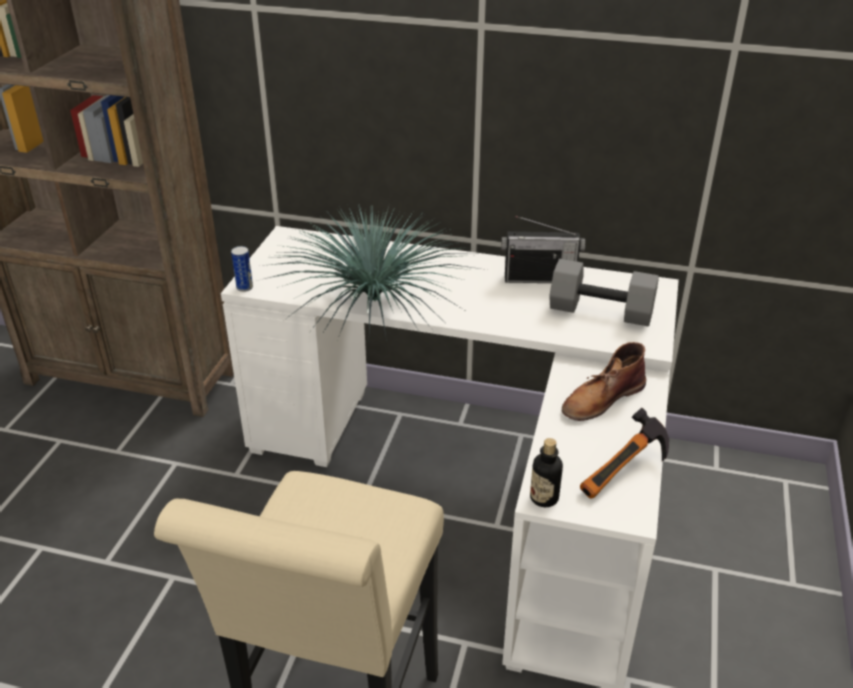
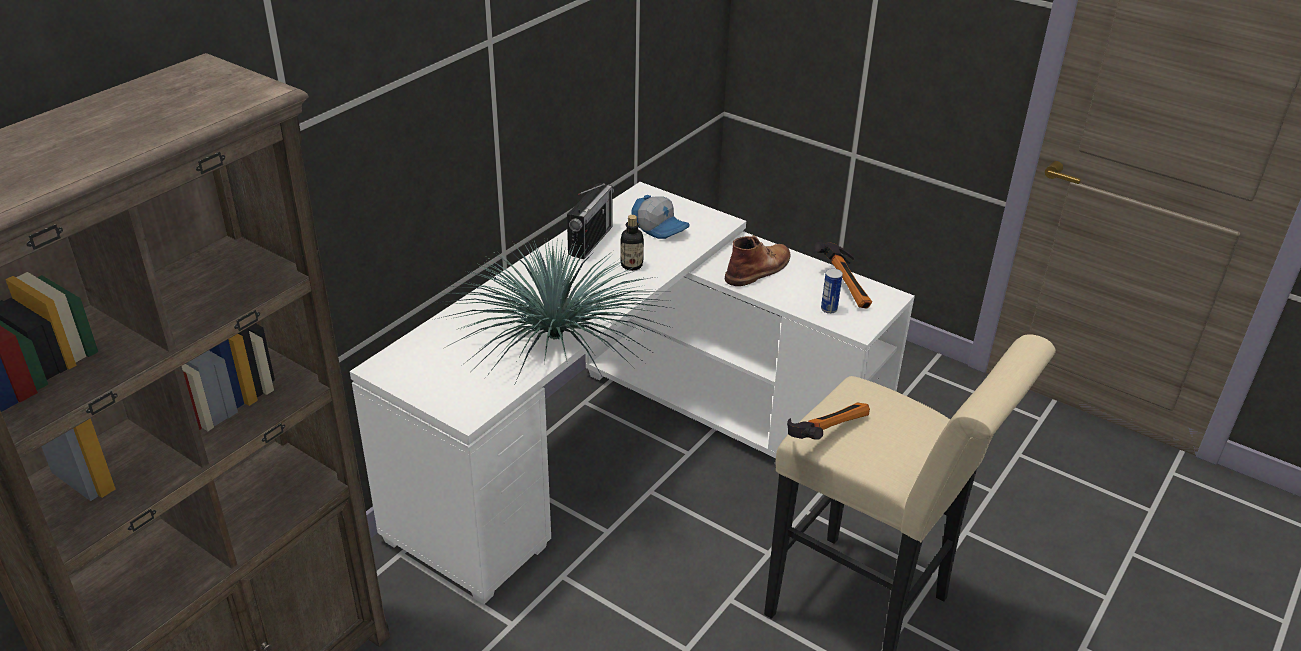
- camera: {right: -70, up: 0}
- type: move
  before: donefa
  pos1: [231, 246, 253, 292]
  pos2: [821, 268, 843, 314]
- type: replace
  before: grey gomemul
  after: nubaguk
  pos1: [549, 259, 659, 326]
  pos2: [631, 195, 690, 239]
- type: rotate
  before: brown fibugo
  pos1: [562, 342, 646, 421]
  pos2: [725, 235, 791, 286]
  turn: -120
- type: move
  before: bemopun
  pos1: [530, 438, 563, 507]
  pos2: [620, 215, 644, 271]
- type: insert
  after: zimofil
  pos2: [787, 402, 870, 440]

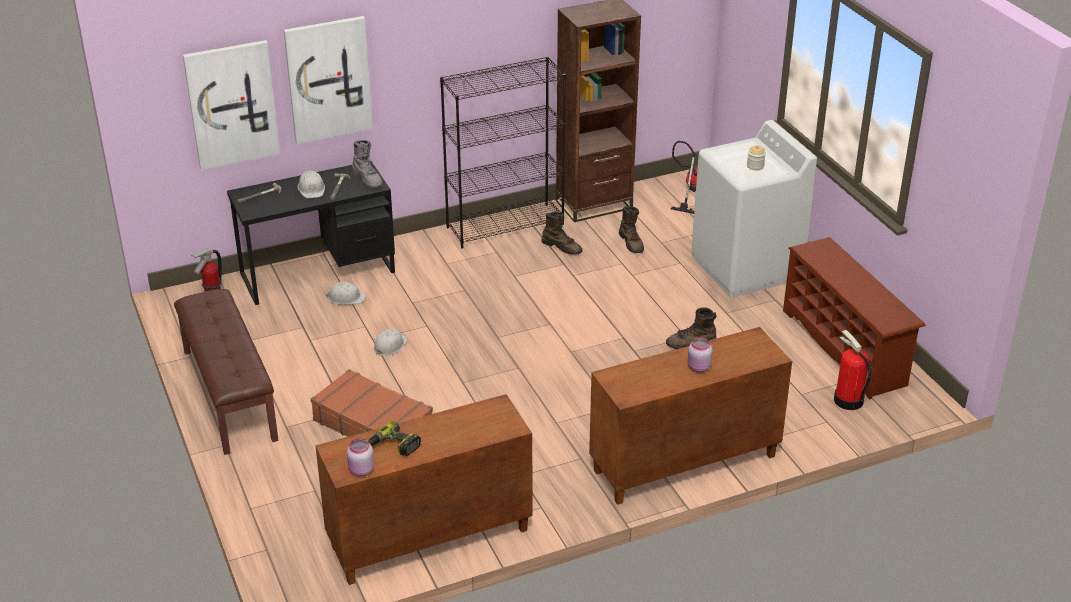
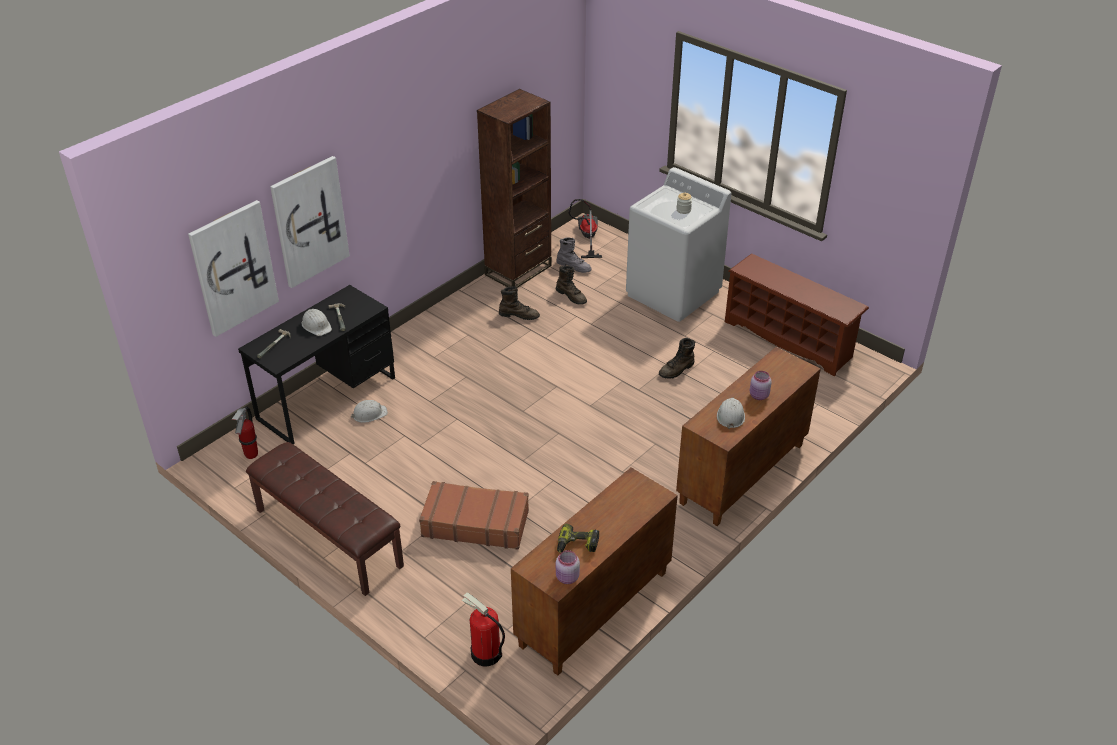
- camera: {right: -25, up: 5}
- type: delete
  before: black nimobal
  pos1: [440, 56, 566, 248]
- type: move
  before: grey fibugo
  pos1: [352, 140, 382, 188]
  pos2: [556, 237, 591, 273]
- type: move
  before: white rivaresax
  pos1: [373, 329, 408, 356]
  pos2: [717, 397, 745, 429]
- type: move
  before: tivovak
  pos1: [834, 330, 871, 410]
  pos2: [462, 592, 505, 666]

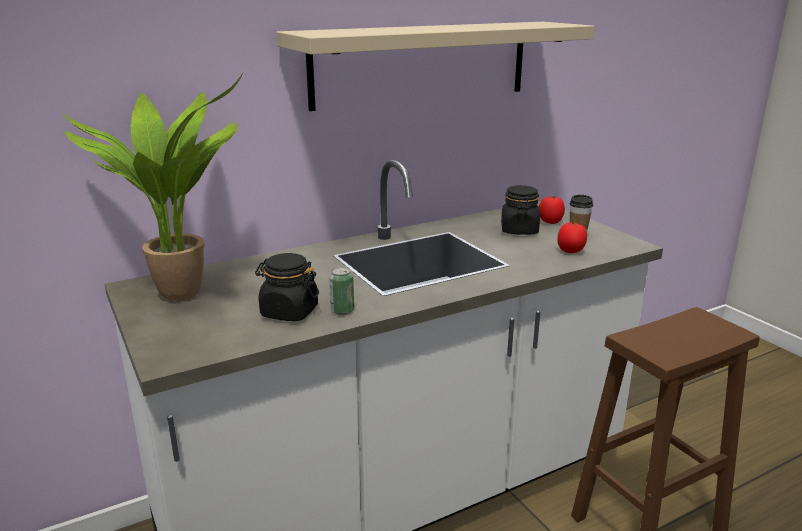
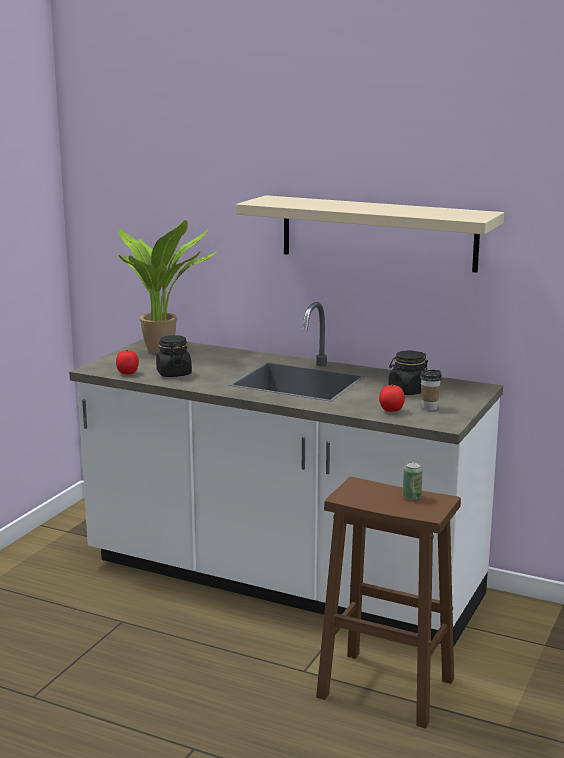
- camera: {right: 55, up: -5}
- type: move
  before: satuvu
  pos1: [539, 196, 565, 224]
  pos2: [116, 350, 139, 375]
- type: move
  before: donefa
  pos1: [329, 267, 354, 315]
  pos2: [403, 462, 422, 500]

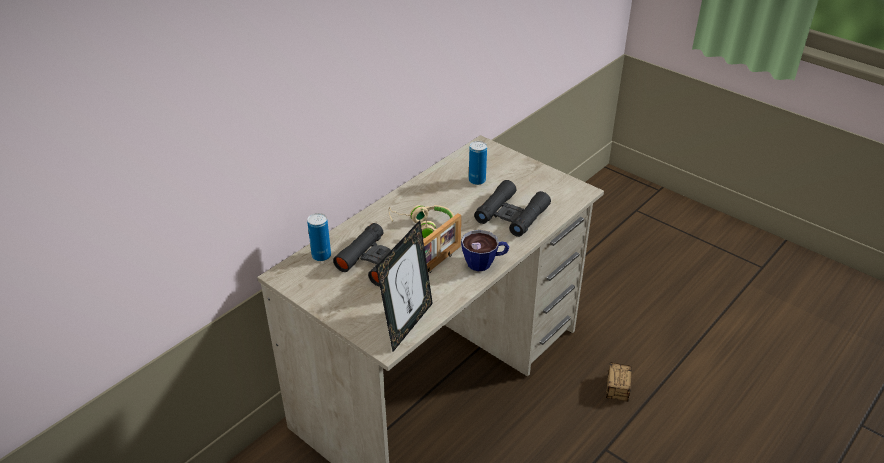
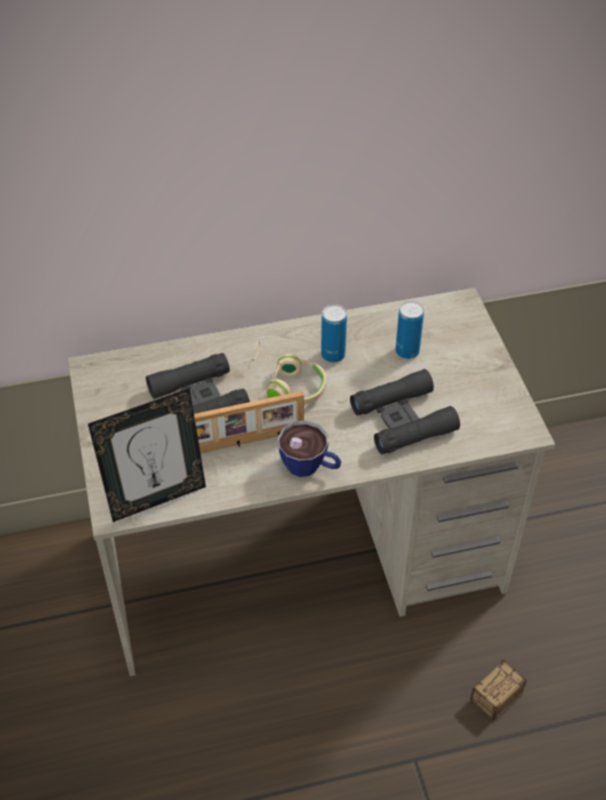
- camera: {right: 35, up: 10}
- type: move
  before: donefa
  pos1: [307, 213, 331, 261]
  pos2: [321, 304, 347, 363]

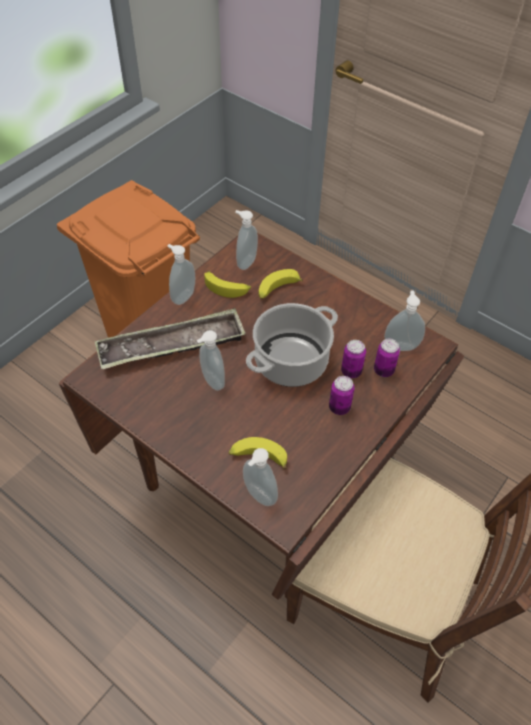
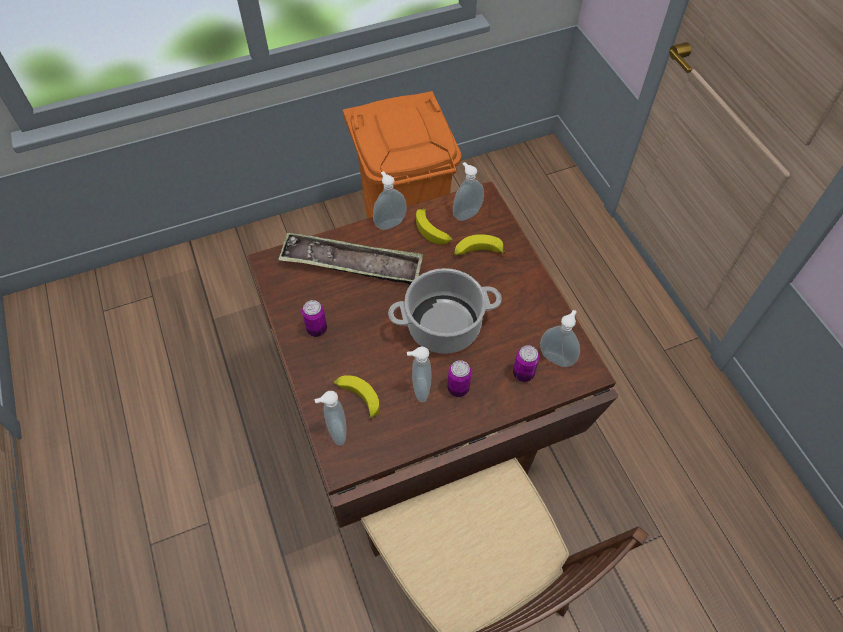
- camera: {right: 30, up: 5}
- type: move
  before: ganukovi
  pos1: [196, 330, 225, 391]
  pos2: [407, 346, 431, 402]
- type: move
  before: donefa
  pos1: [341, 340, 366, 378]
  pos2: [302, 300, 327, 337]

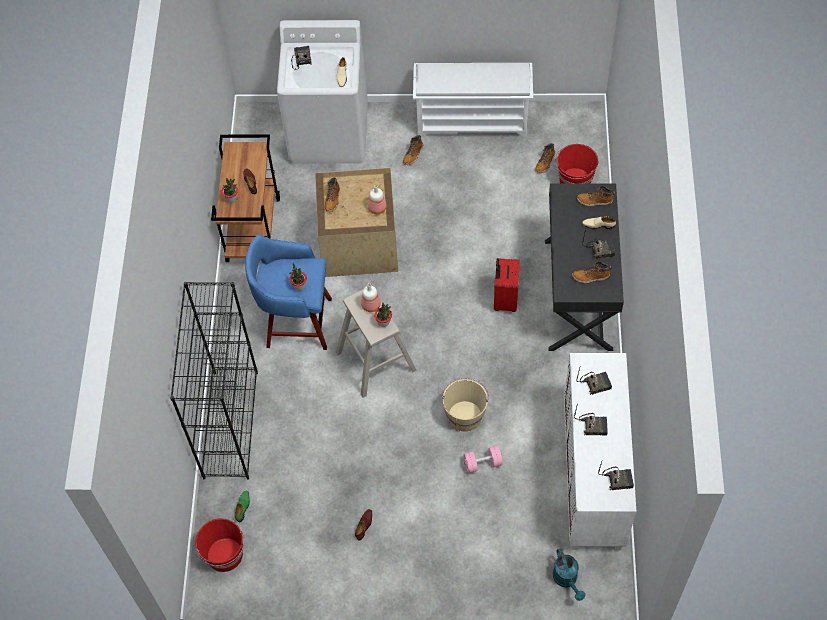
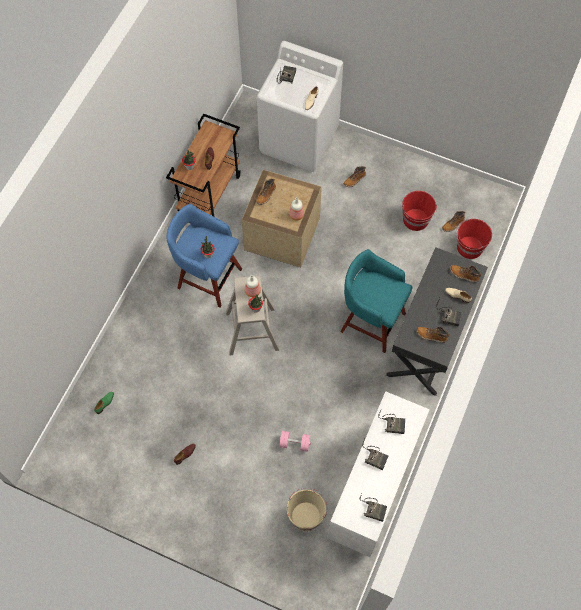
- camera: {right: 20, up: 5}
- type: delete
  before: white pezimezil
  pos1: [413, 63, 533, 137]
- type: replace
  before: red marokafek
  after: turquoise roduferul
  pos1: [494, 258, 520, 312]
  pos2: [340, 249, 413, 353]
- type: delete
  before: black nimobal
  pos1: [170, 282, 258, 480]
- type: move
  before: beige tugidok
  pos1: [442, 378, 489, 432]
  pos2: [287, 488, 327, 531]
- type: move
  before: red tugidok
  pos1: [195, 518, 244, 572]
  pos2: [402, 191, 437, 231]
- type: delete
  before: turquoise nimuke
  pos1: [553, 548, 585, 601]

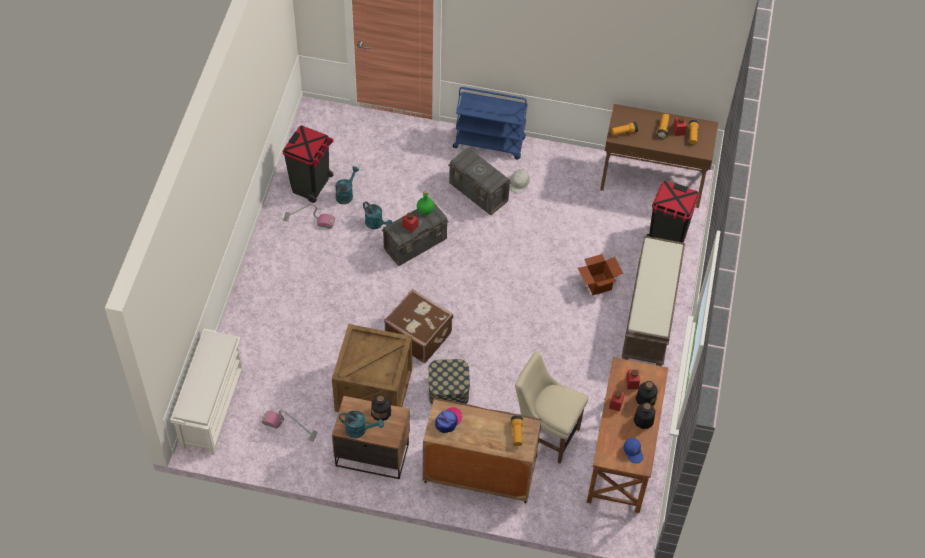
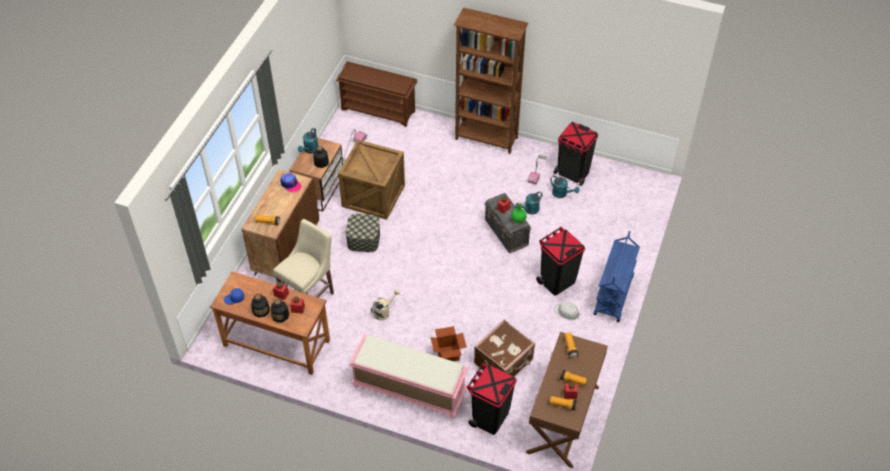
- camera: {right: 100, up: -5}
- type: replace
  before: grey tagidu
  after: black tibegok
  pos1: [448, 148, 511, 215]
  pos2: [536, 227, 585, 295]
- type: recolor
  before: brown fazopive
  after: pink fazopive
  pos1: [622, 236, 685, 366]
  pos2: [349, 335, 468, 419]
- type: move
  before: brown marokafek
  pos1: [384, 289, 453, 363]
  pos2: [474, 320, 535, 376]
- type: recolor
  before: white pezimezil
  after: brown pezimezil
  pos1: [170, 329, 243, 455]
  pos2: [336, 61, 417, 127]
- type: insert
  after: brown nimobal
  pos2: [454, 8, 528, 154]
- type: insert
  after: beige nimuke
  pos2: [371, 289, 400, 320]

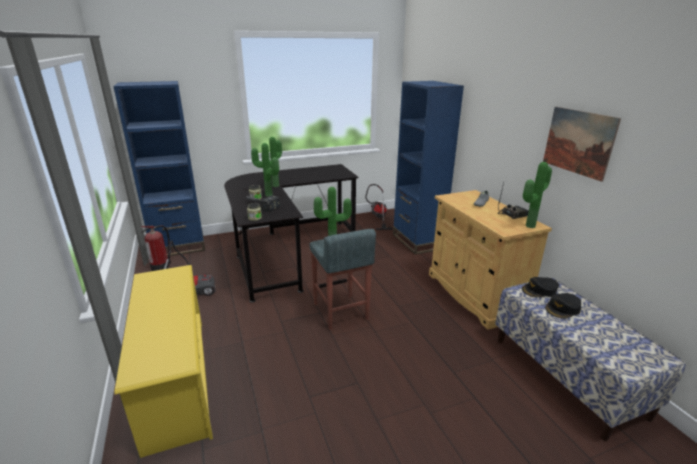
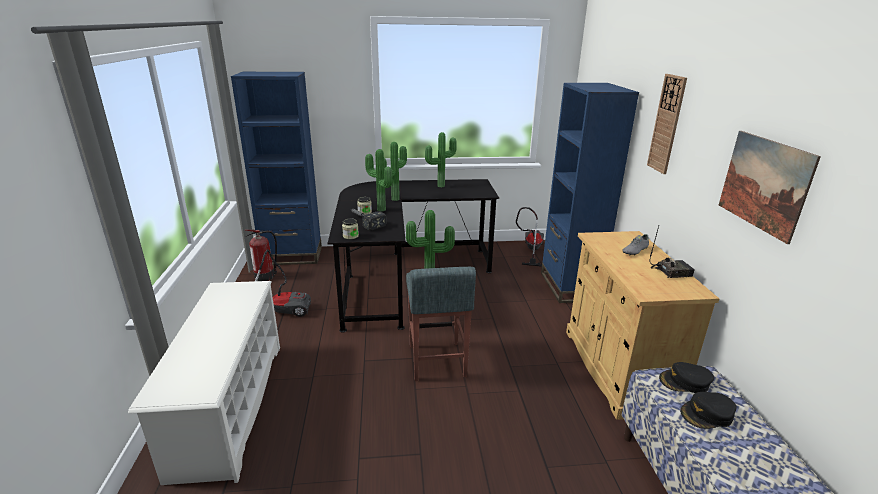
- camera: {right: 15, up: 0}
- type: move
  before: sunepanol
  pos1: [523, 162, 552, 228]
  pos2: [425, 132, 456, 187]
- type: recolor
  before: yellow pezimezil
  after: white pezimezil
  pos1: [114, 265, 213, 458]
  pos2: [128, 281, 280, 485]
- type: insert
  after: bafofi
  pos2: [647, 74, 687, 174]

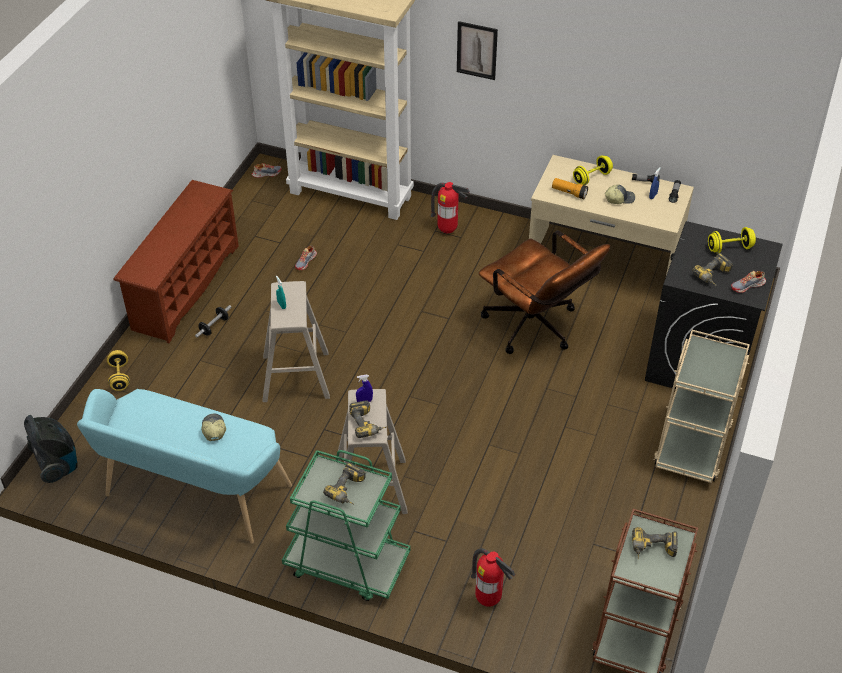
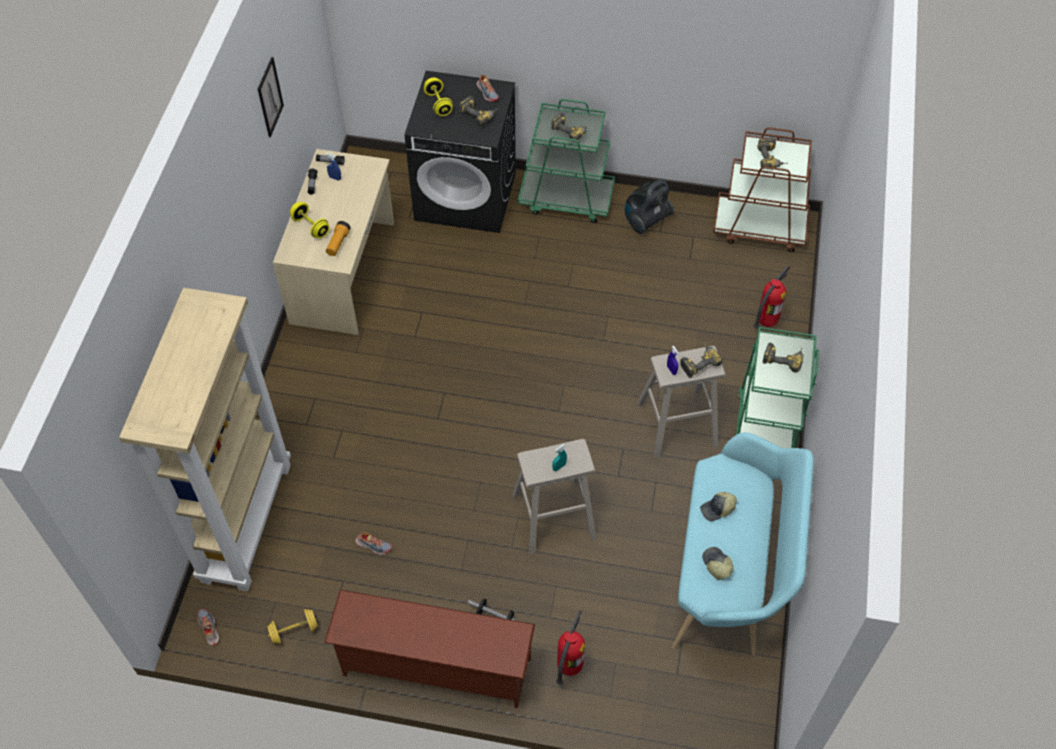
- camera: {right: -100, up: 10}
- type: move
  before: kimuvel
  pos1: [457, 21, 498, 80]
  pos2: [258, 57, 284, 137]
- type: move
  before: tivovak
  pos1: [431, 182, 470, 233]
  pos2: [556, 610, 585, 685]
- type: move
  before: nubaguk
  pos1: [605, 184, 635, 204]
  pos2: [702, 547, 734, 580]
- type: delete
  before: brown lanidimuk
  pos1: [479, 231, 610, 354]
- type: recolor
  before: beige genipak
  after: green genipak
  pos1: [654, 330, 750, 483]
  pos2: [518, 99, 615, 223]
- type: move
  before: yellow gomemul
  pos1: [107, 350, 130, 391]
  pos2: [267, 609, 318, 644]
- type: move
  before: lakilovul
  pos1: [24, 415, 78, 483]
  pos2: [625, 179, 674, 234]
- type: insert
  after: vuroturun
  pos2: [551, 113, 589, 140]

